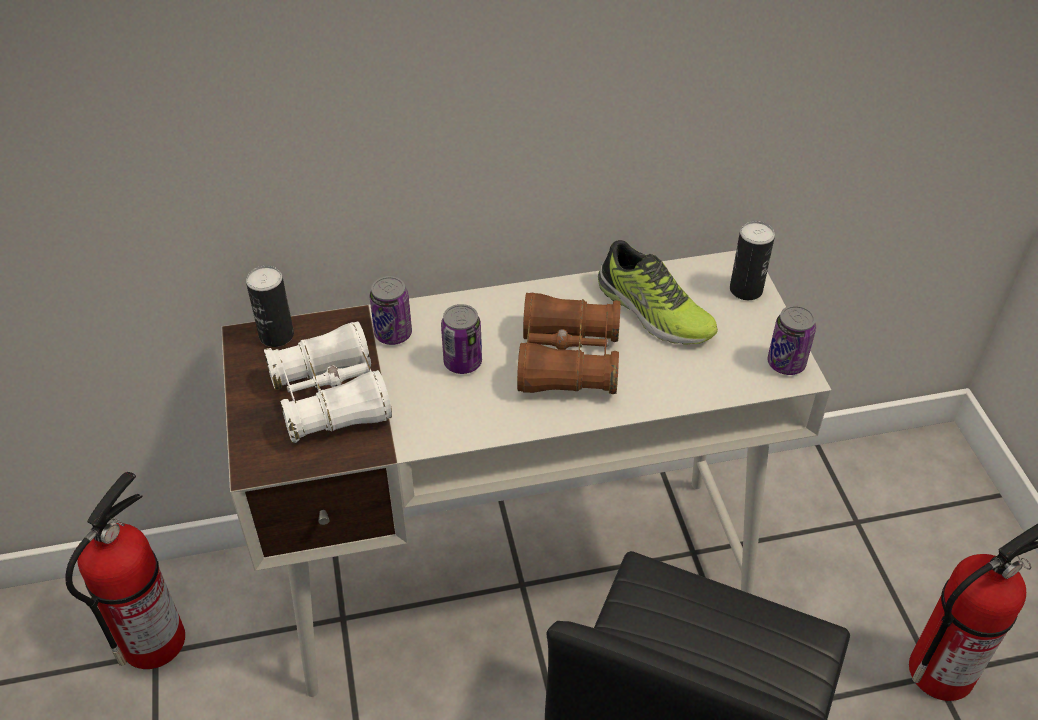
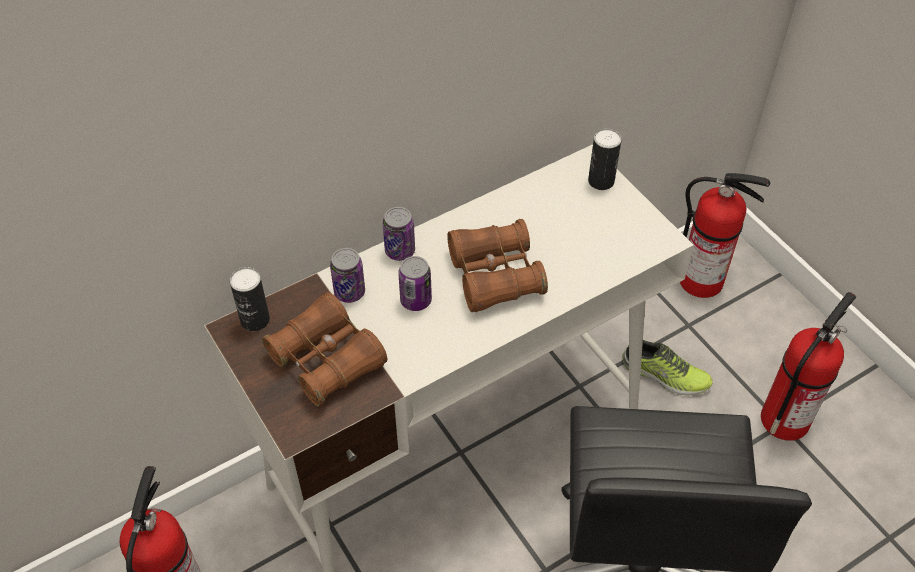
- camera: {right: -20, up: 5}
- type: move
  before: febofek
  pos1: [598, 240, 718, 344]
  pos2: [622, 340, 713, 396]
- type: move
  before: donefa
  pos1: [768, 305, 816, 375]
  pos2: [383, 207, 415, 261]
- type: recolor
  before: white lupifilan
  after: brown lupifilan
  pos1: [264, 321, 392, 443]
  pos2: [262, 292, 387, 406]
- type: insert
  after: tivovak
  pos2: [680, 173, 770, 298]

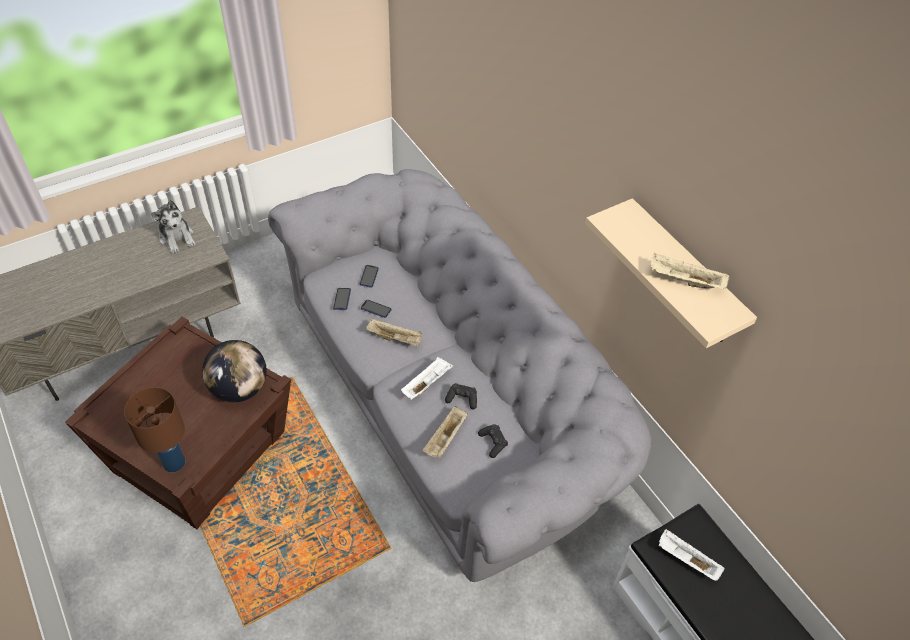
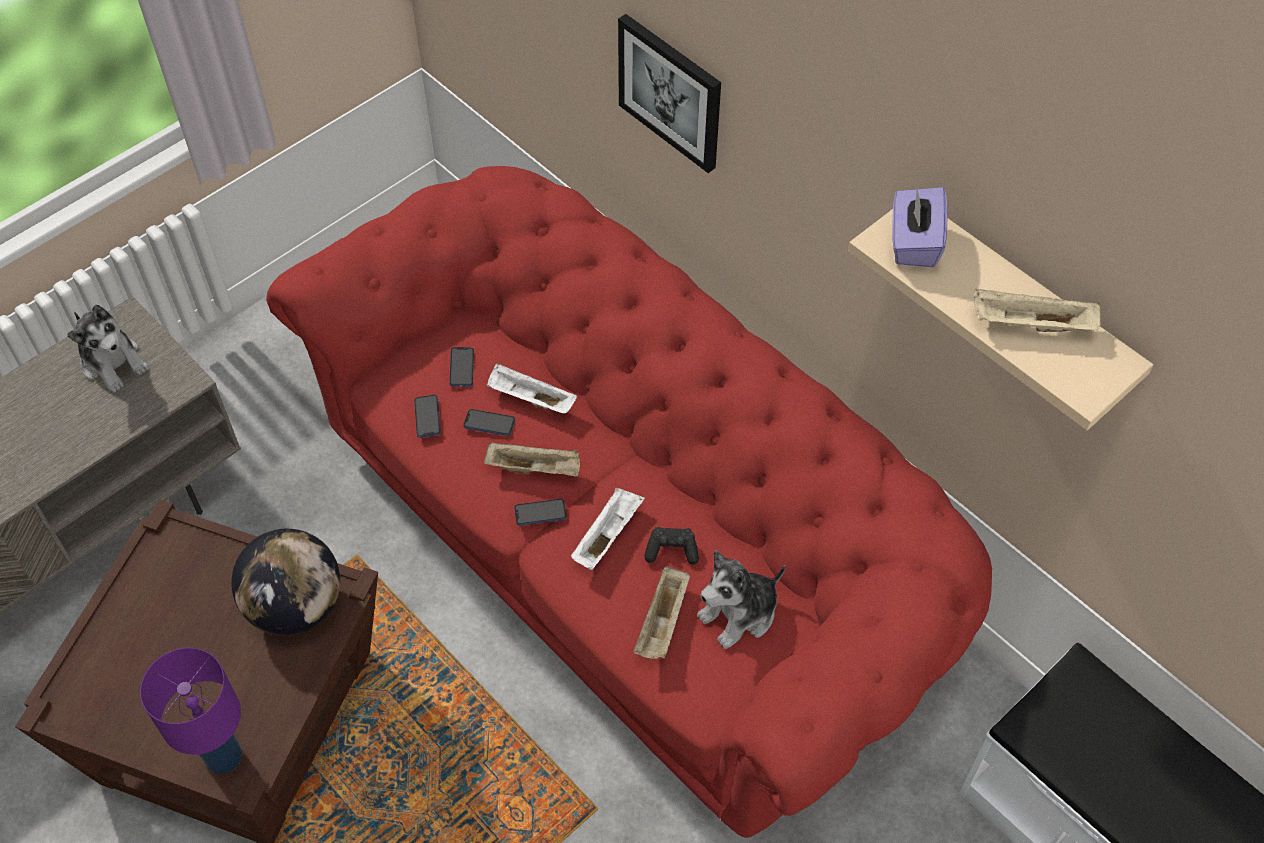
- camera: {right: -10, up: 5}
- type: recolor
  before: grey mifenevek
  after: red mifenevek
  pos1: [268, 169, 651, 582]
  pos2: [266, 166, 992, 838]
- type: recolor
  before: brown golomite
  after: purple golomite
  pos1: [124, 387, 185, 472]
  pos2: [140, 648, 242, 774]
- type: replace
  before: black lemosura
  after: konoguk
  pos1: [478, 424, 508, 458]
  pos2: [697, 550, 786, 649]
- type: move
  before: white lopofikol
  pos1: [658, 529, 725, 581]
  pos2: [487, 363, 577, 413]
- type: insert
  after: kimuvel
  pos2: [618, 14, 721, 173]
- type: insert
  after: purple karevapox
  pos2: [892, 187, 947, 267]
- type: insert
  after: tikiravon
  pos2: [514, 499, 567, 526]

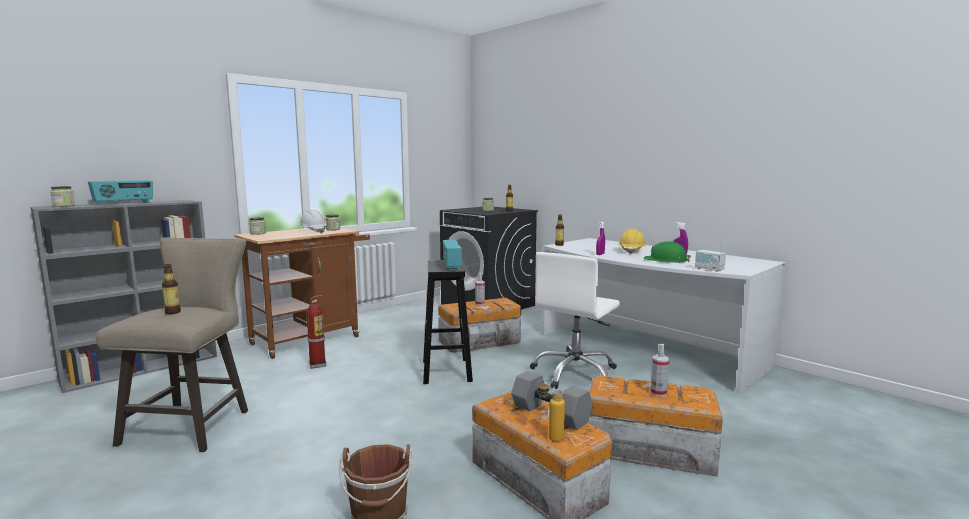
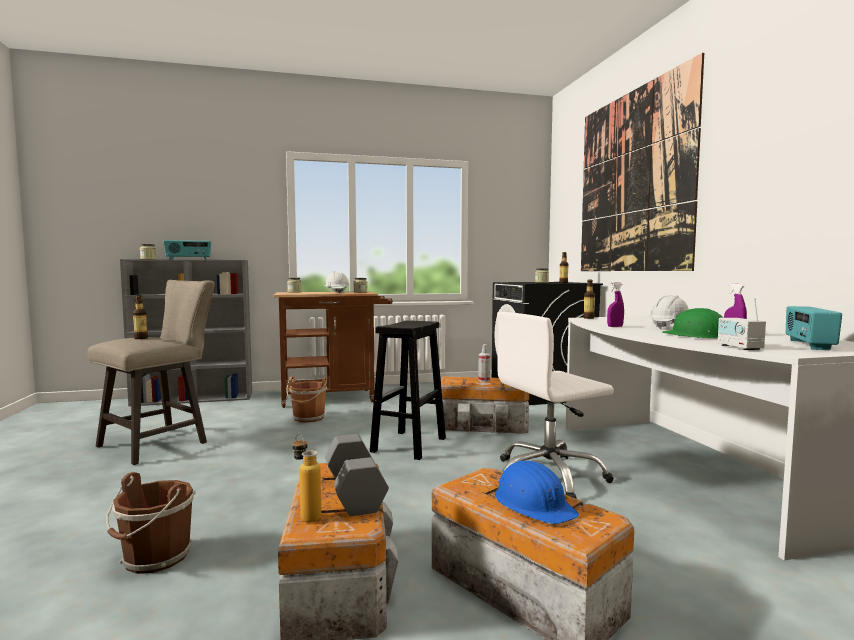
- camera: {right: 30, up: -5}
- type: recolor
  before: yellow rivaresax
  after: white rivaresax
  pos1: [619, 229, 646, 254]
  pos2: [649, 295, 689, 329]
- type: move
  before: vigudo
  pos1: [443, 240, 462, 270]
  pos2: [786, 306, 842, 350]
- type: replace
  before: tivovak
  after: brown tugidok
  pos1: [307, 295, 327, 369]
  pos2: [287, 377, 328, 423]
- type: replace
  before: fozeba
  after: blue rivaresax
  pos1: [650, 344, 670, 397]
  pos2: [495, 461, 579, 524]
- type: insert
  after: kimuvel
  pos2: [581, 53, 704, 271]

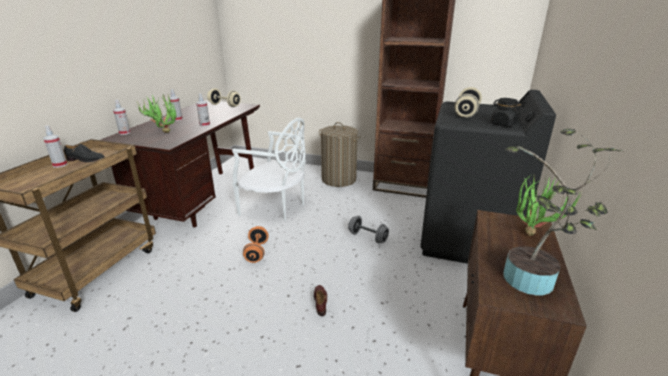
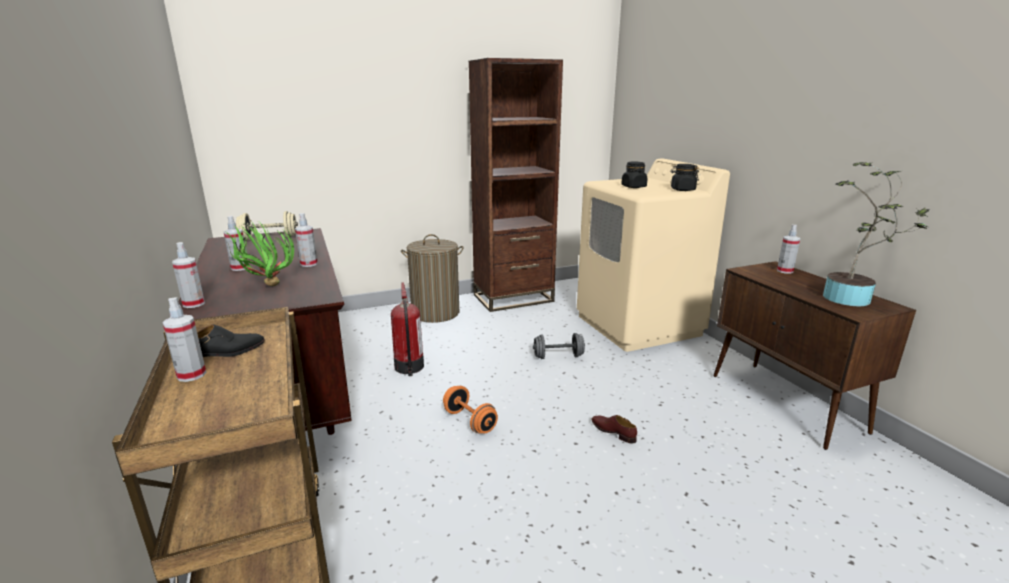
- camera: {right: -40, up: -5}
- type: replace
  before: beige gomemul
  after: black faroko
  pos1: [454, 87, 482, 118]
  pos2: [621, 162, 648, 188]
- type: recolor
  before: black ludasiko
  after: beige ludasiko
  pos1: [420, 90, 556, 264]
  pos2: [577, 158, 730, 352]
- type: replace
  before: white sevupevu
  after: tivovak
  pos1: [232, 118, 306, 221]
  pos2: [391, 282, 424, 376]
- type: replace
  before: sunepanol
  after: fozeba
  pos1: [516, 173, 582, 236]
  pos2: [777, 225, 800, 274]

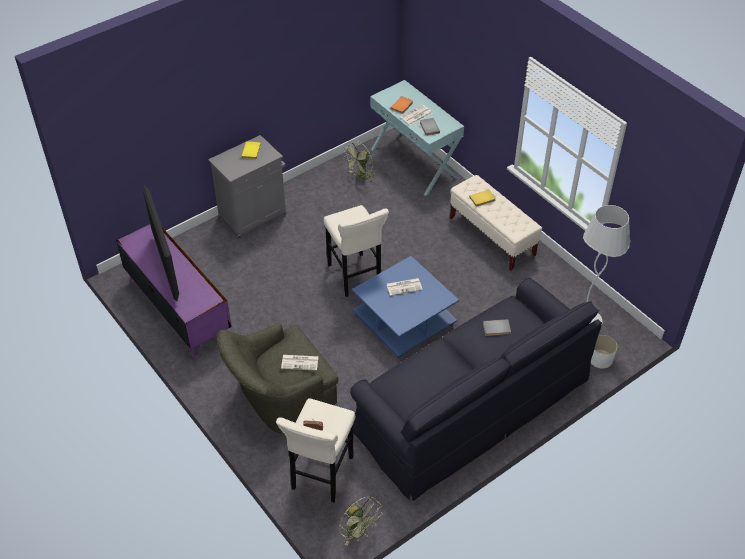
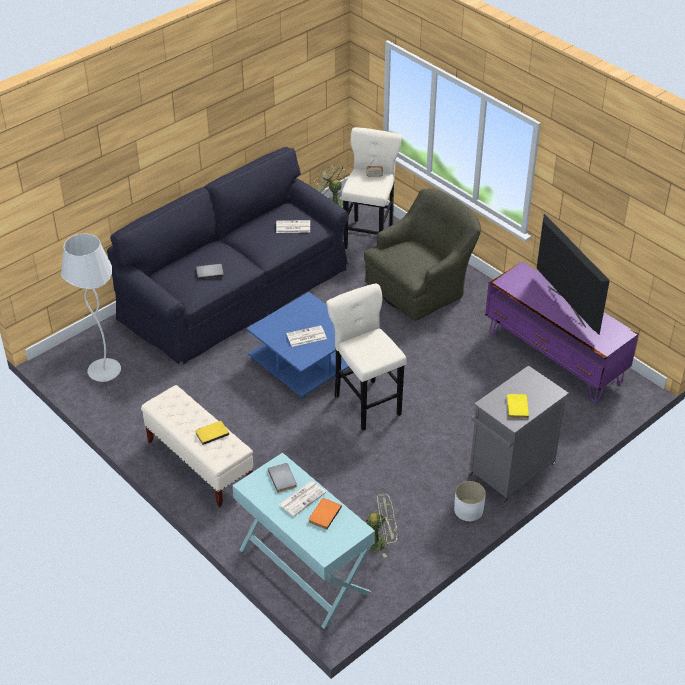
- camera: {right: 175, up: -5}
- type: rotate
  before: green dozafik
  pos1: [343, 141, 376, 182]
  pos2: [366, 493, 397, 558]
  turn: 45
- type: move
  before: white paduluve
  pos1: [591, 335, 617, 369]
  pos2: [454, 481, 486, 521]
- type: move
  before: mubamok
  pos1: [281, 355, 319, 371]
  pos2: [276, 220, 310, 233]

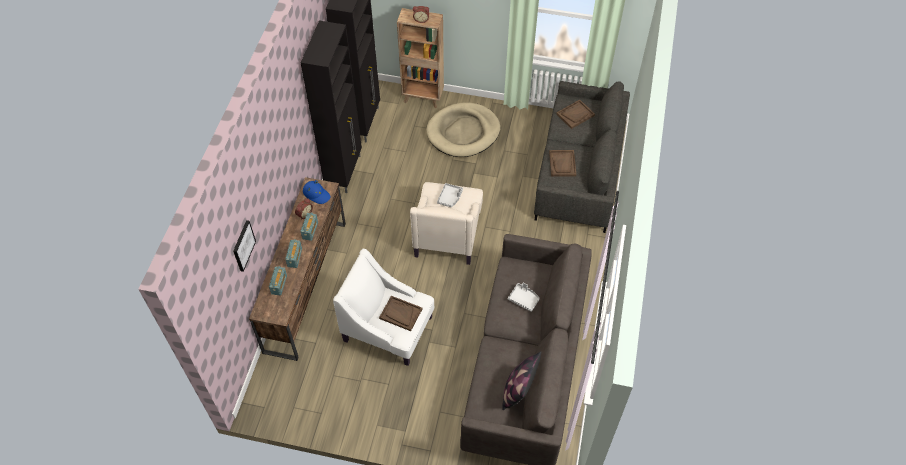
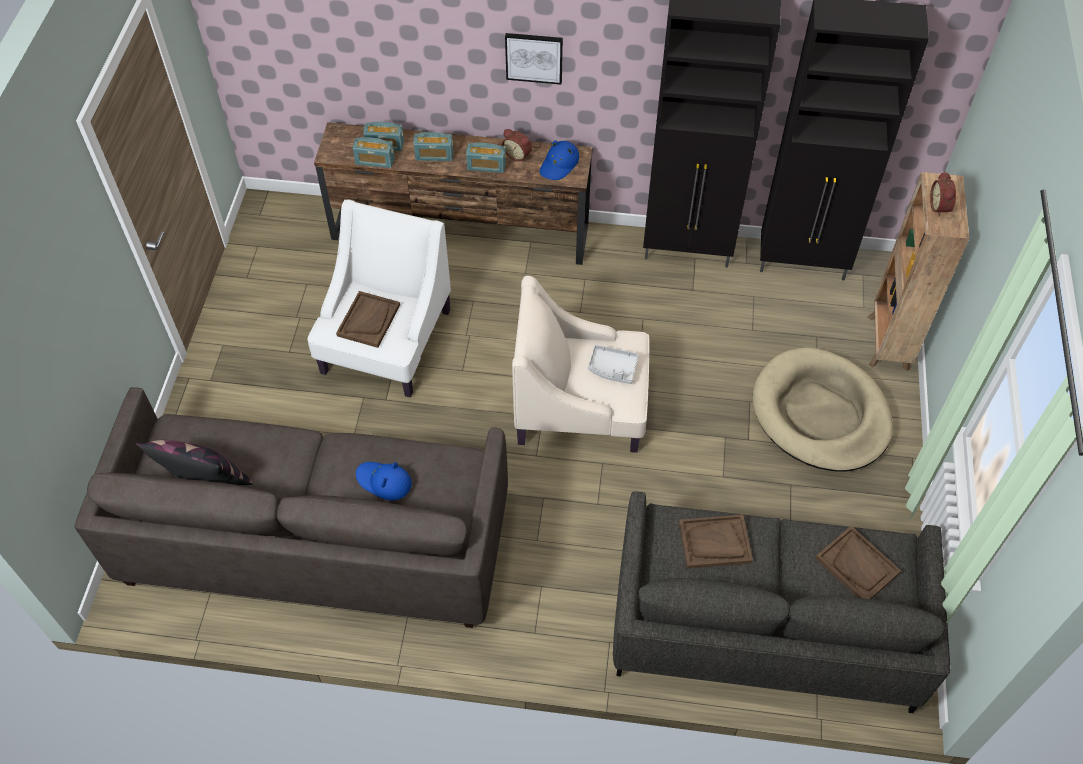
- camera: {right: 85, up: 0}
- type: move
  before: kimuvel
  pos1: [233, 220, 256, 272]
  pos2: [505, 33, 563, 85]
- type: replace
  before: grey lopofikol
  after: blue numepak
  pos1: [508, 282, 540, 312]
  pos2: [356, 462, 412, 500]
- type: insert
  after: vigudo
  pos2: [353, 137, 395, 168]

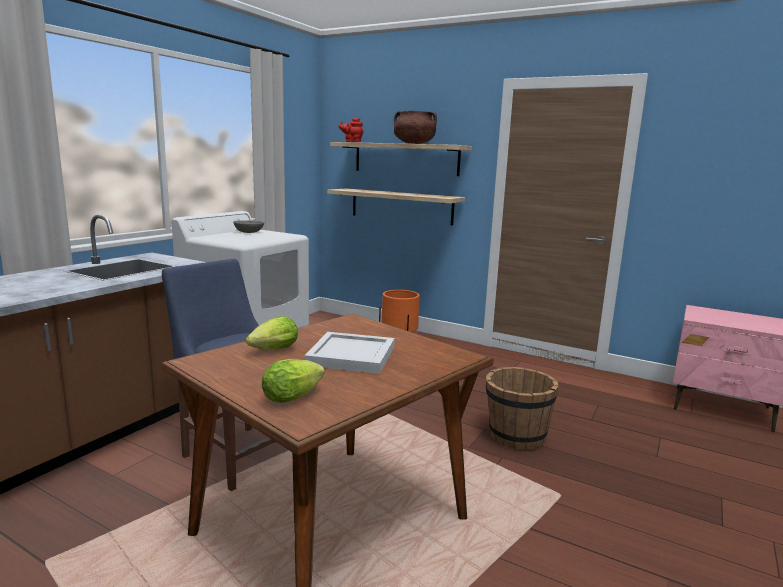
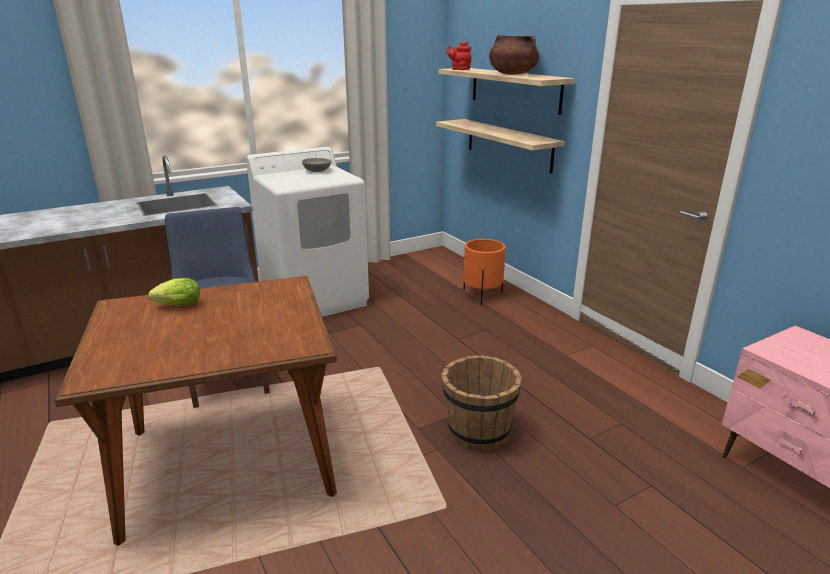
- camera: {right: 30, up: 10}
- type: delete
  before: white lopofikol
  pos1: [304, 332, 395, 374]
- type: delete
  before: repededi
  pos1: [262, 359, 325, 403]

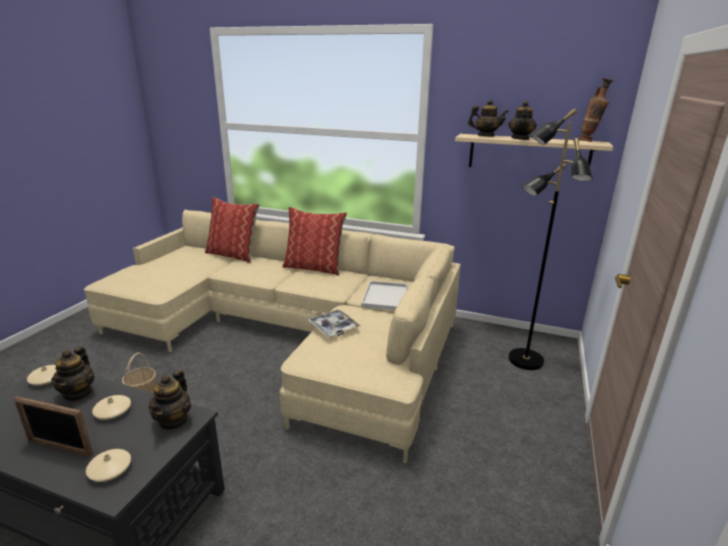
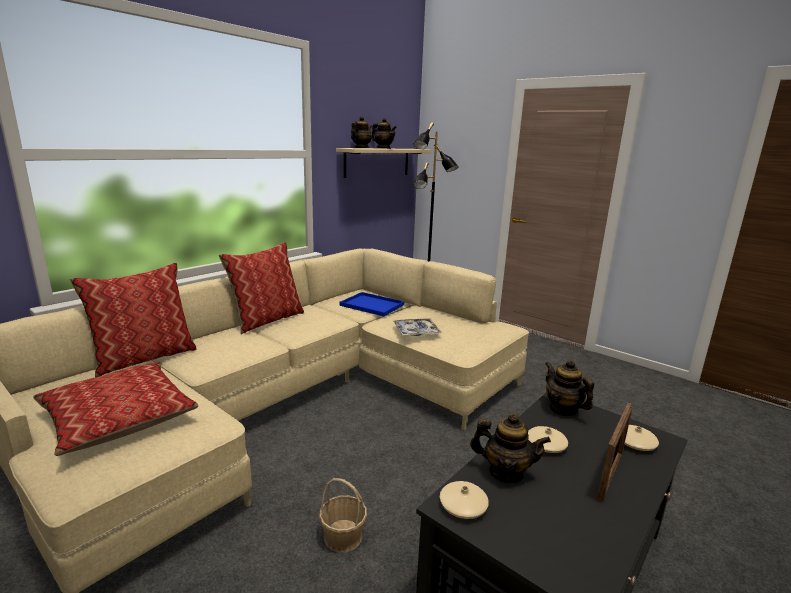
- camera: {right: -70, up: -5}
- type: delete
  before: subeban
  pos1: [579, 78, 614, 142]
- type: recolor
  before: white lopofikol
  after: blue lopofikol
  pos1: [361, 281, 408, 310]
  pos2: [340, 292, 404, 316]
- type: rotate
  before: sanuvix
  pos1: [148, 370, 191, 430]
  pos2: [545, 360, 594, 417]
  turn: -150
- type: insert
  after: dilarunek
  pos2: [33, 362, 198, 456]

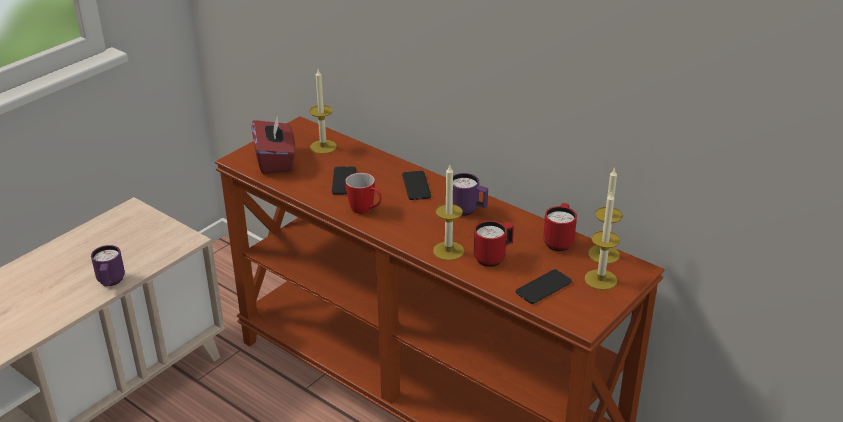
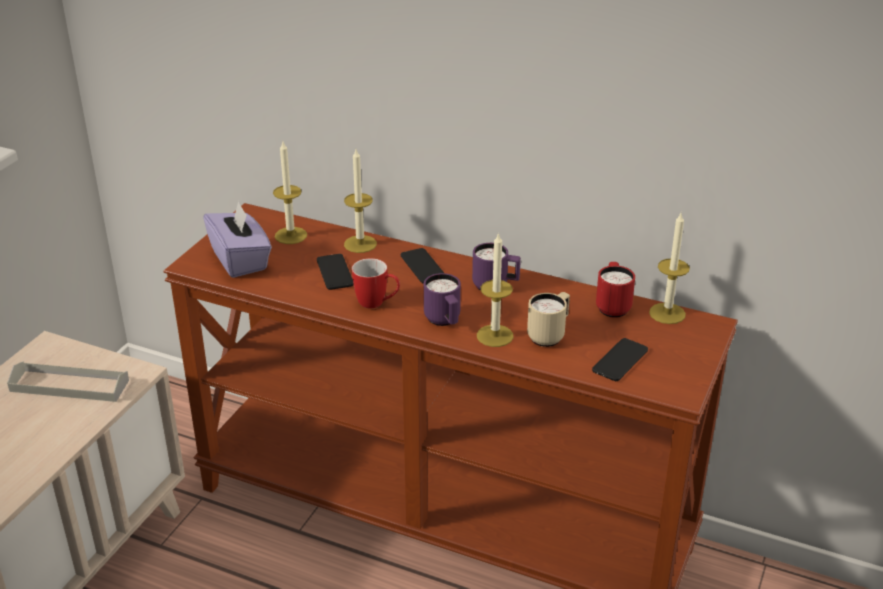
- camera: {right: -15, up: 0}
- type: recolor
  before: red karevapox
  after: purple karevapox
  pos1: [252, 115, 296, 174]
  pos2: [203, 201, 272, 278]
- type: move
  before: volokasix
  pos1: [585, 191, 620, 290]
  pos2: [344, 149, 377, 253]
- type: recolor
  before: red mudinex
  after: beige mudinex
  pos1: [474, 221, 514, 267]
  pos2: [527, 292, 570, 347]
- type: move
  before: purple mudinex
  pos1: [91, 245, 125, 286]
  pos2: [424, 273, 461, 326]
- type: insert
  after: grey lopofikol
  pos2: [7, 362, 129, 402]

